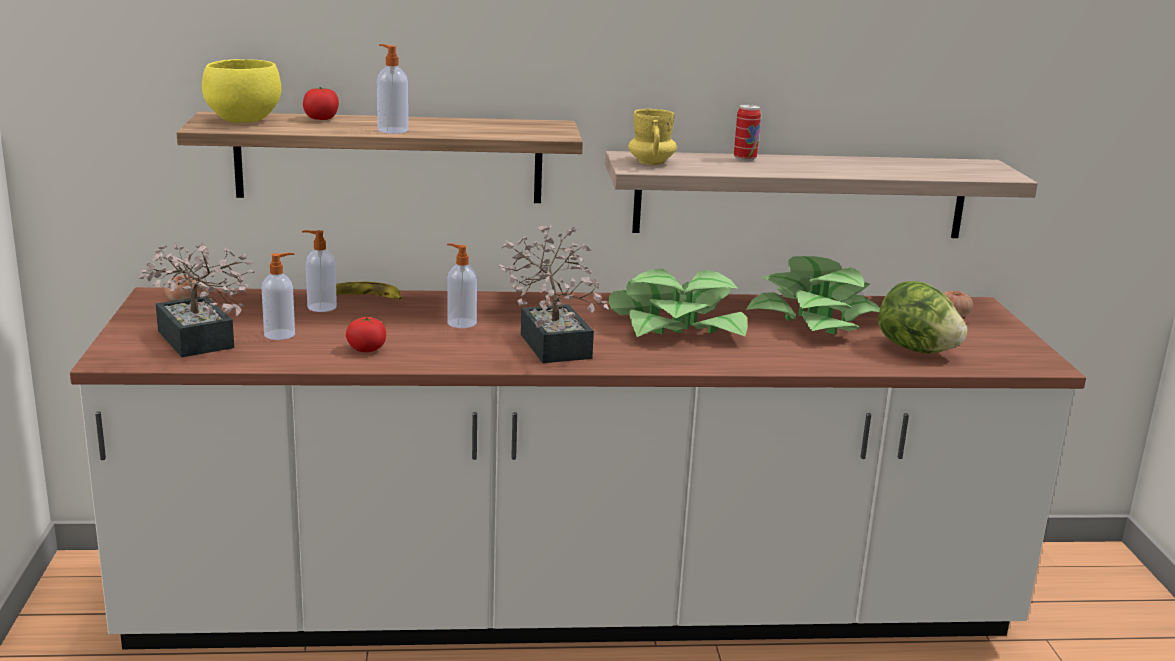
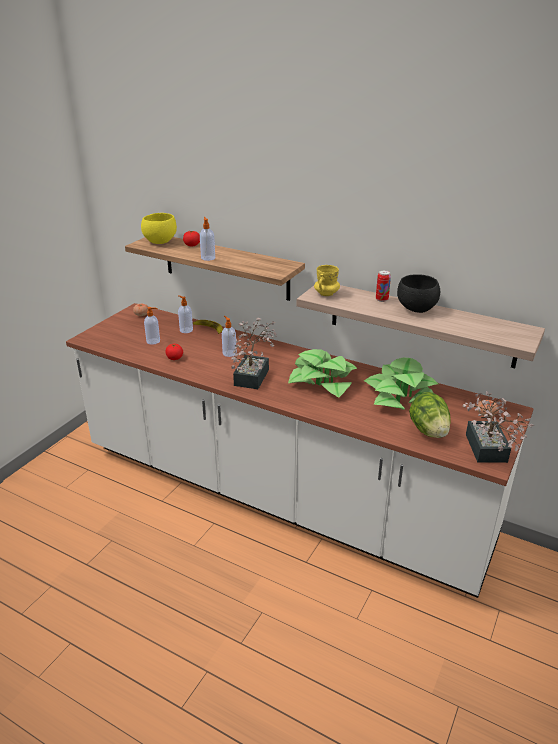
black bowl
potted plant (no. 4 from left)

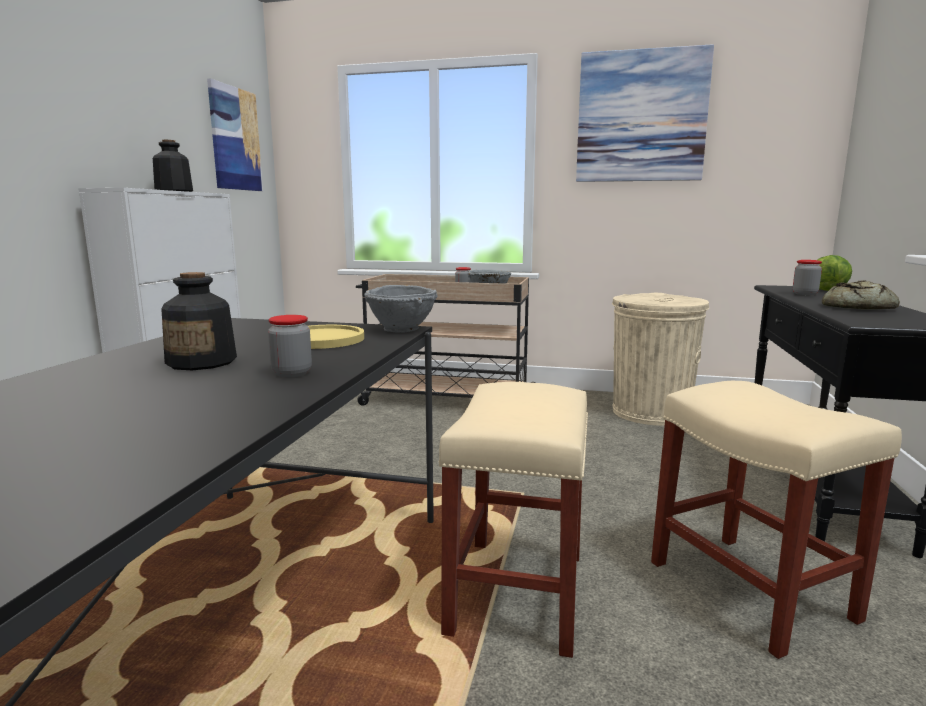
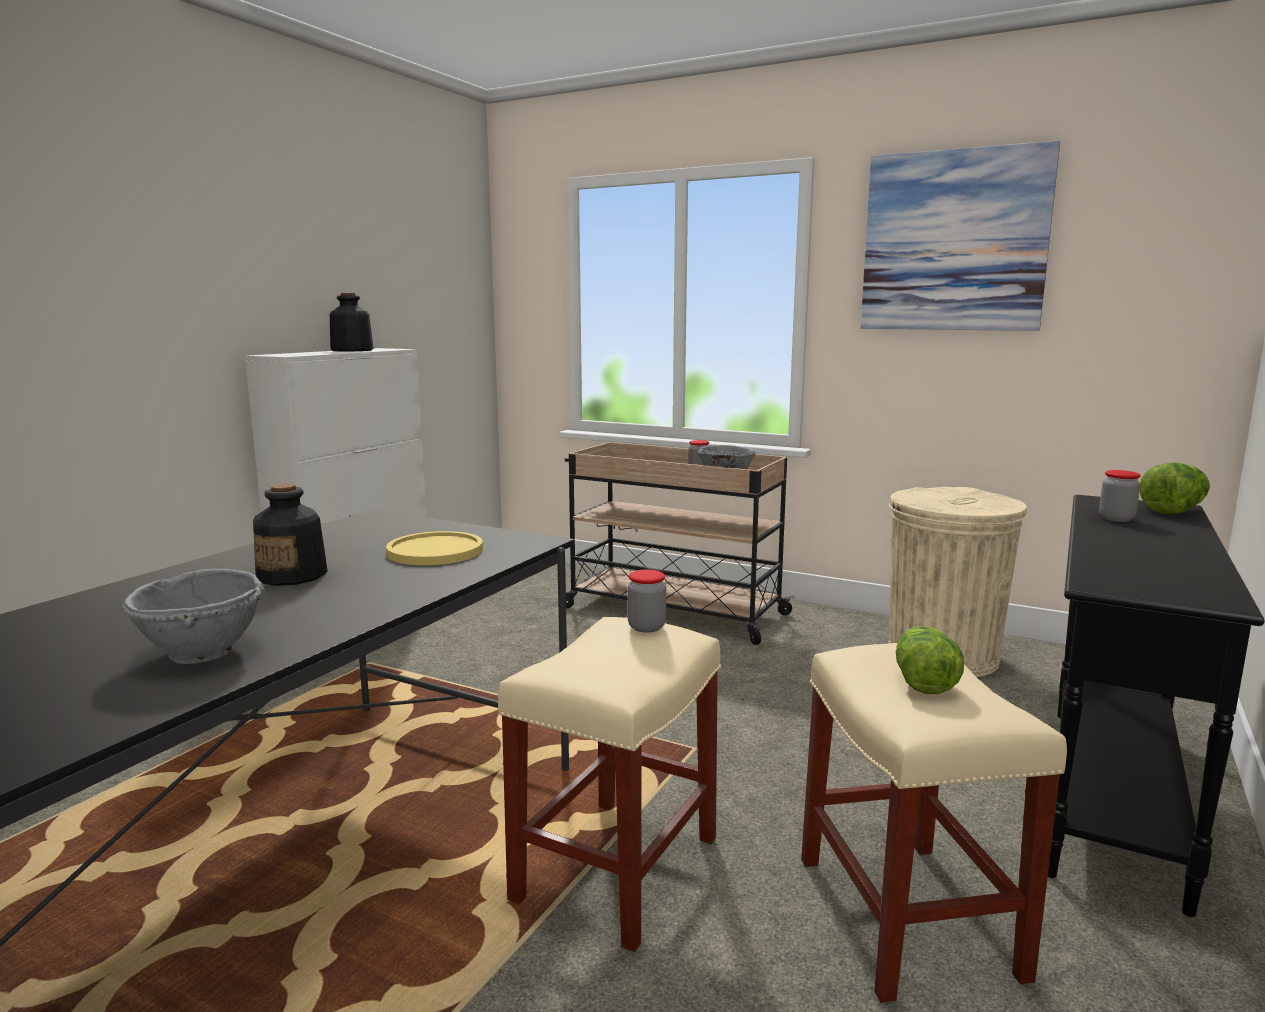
grey bowl (no. 1 from left)
jar (no. 1 from left)
lettuce (no. 1 from left)
picture (no. 1 from left in the first image)
bread

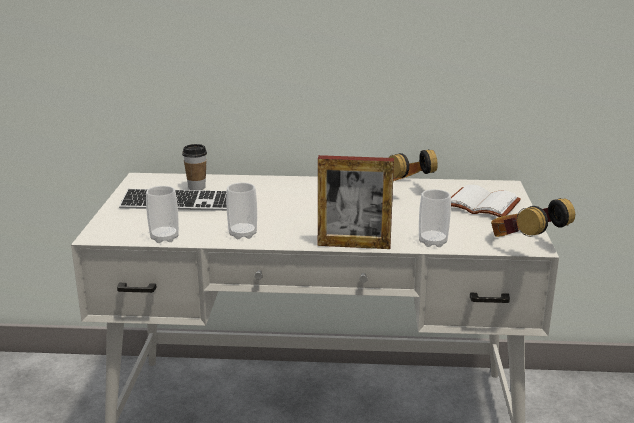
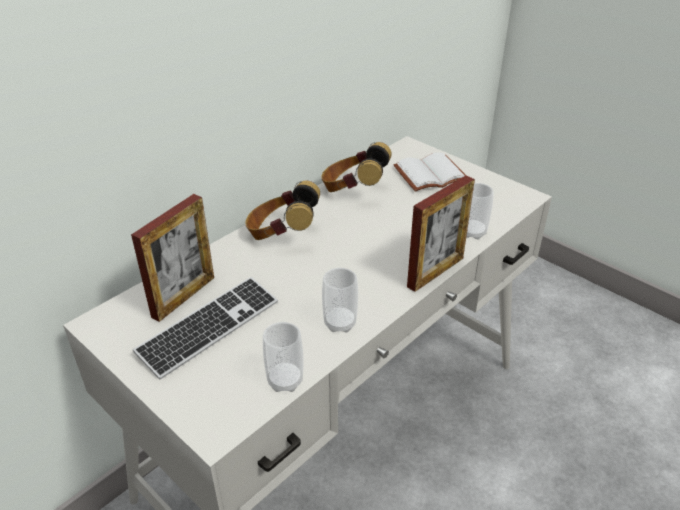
picture frame (no. 1 from left)
headphones (no. 1 from left)

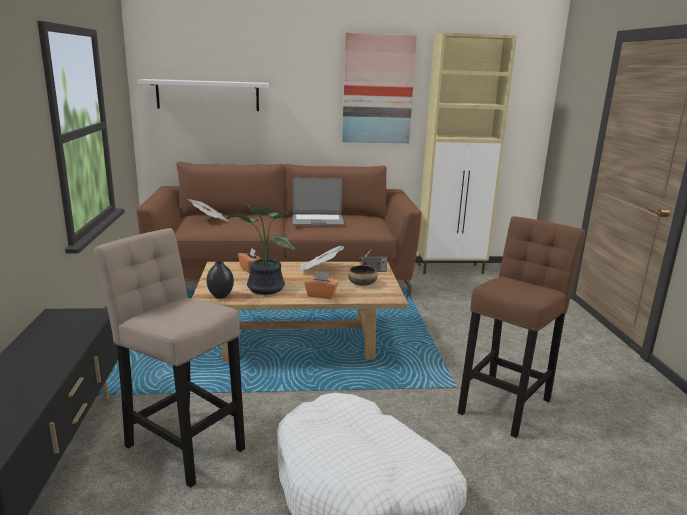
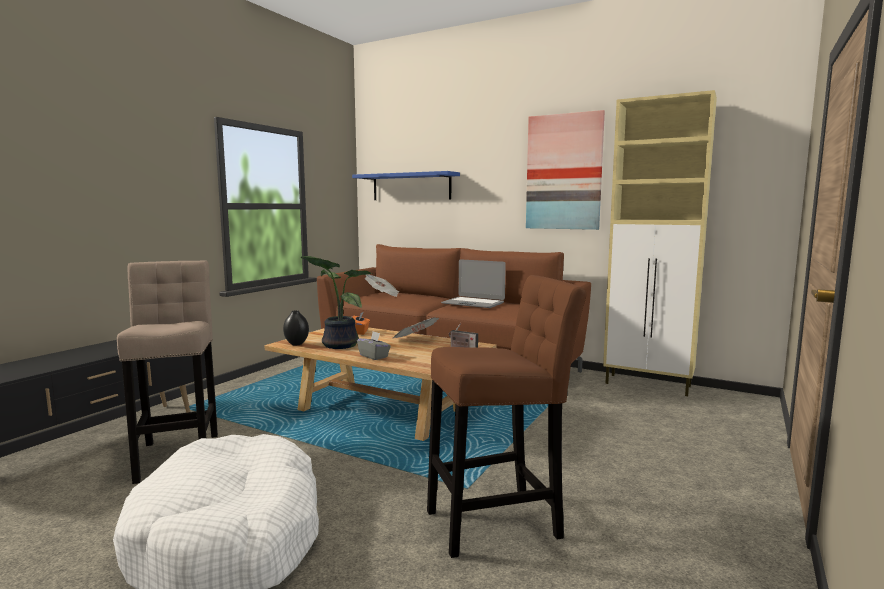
blue shelf
grey tissue box
bowl

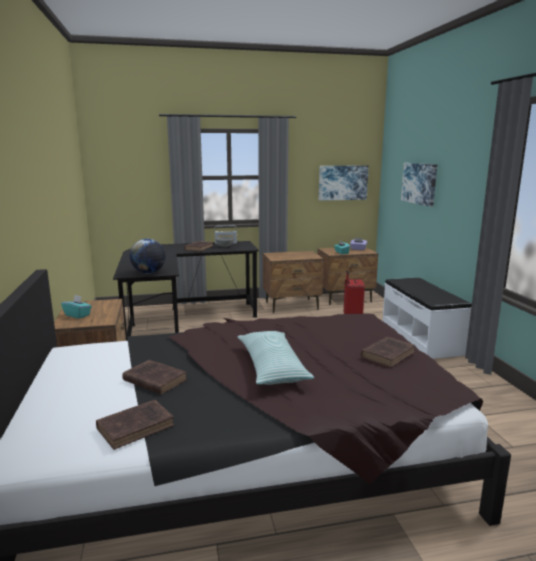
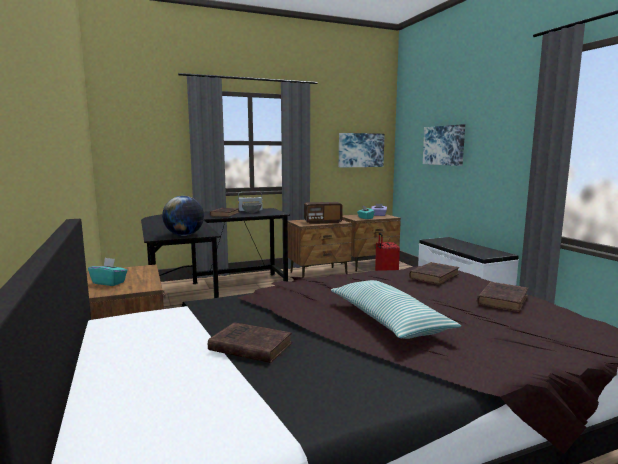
radio (no. 2 from left)
brown book (no. 3 from left)

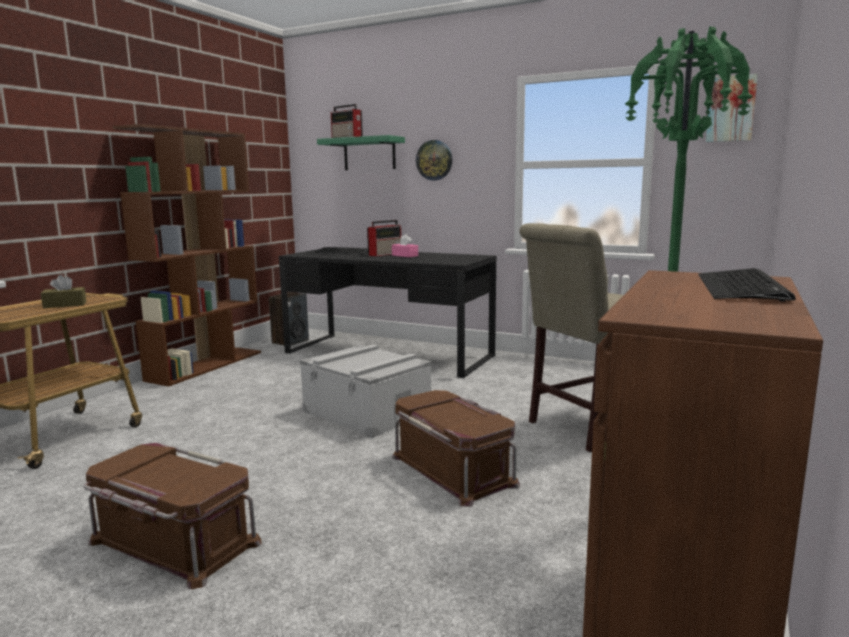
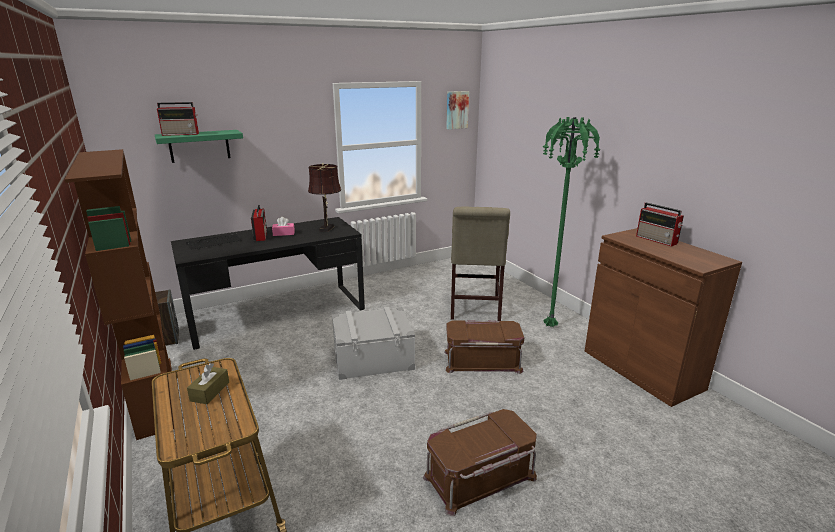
brown table lamp
radio (no. 3 from left)
wall clock

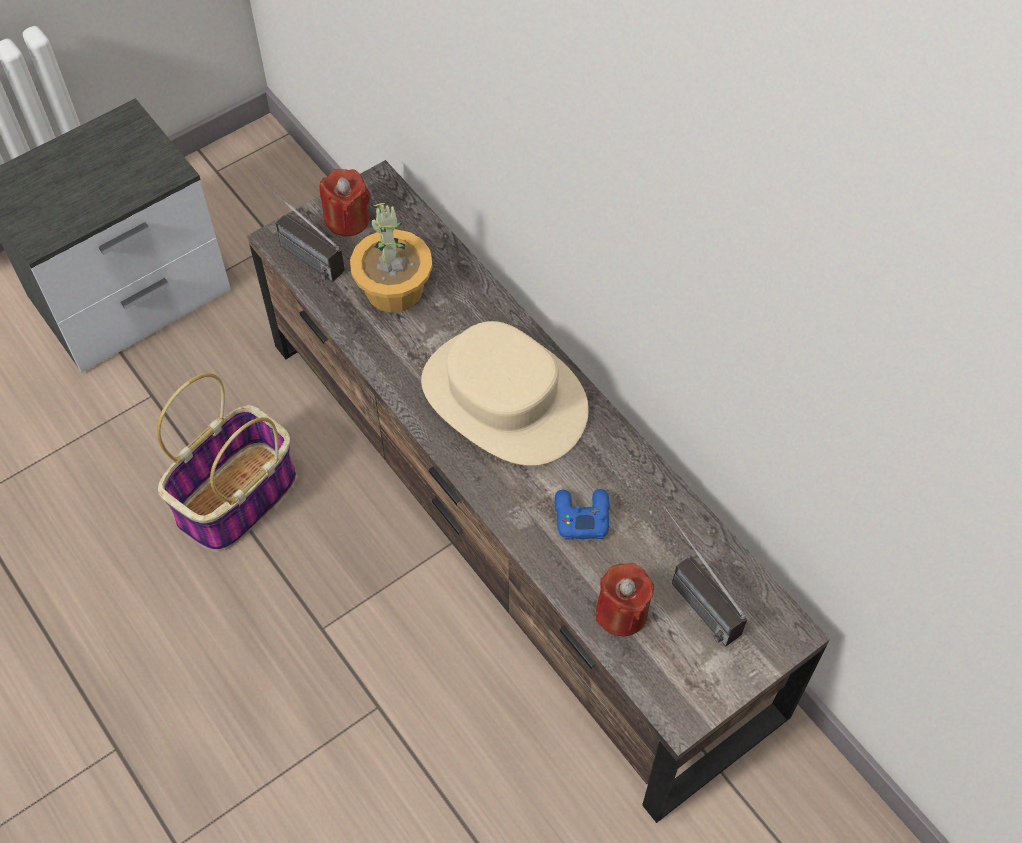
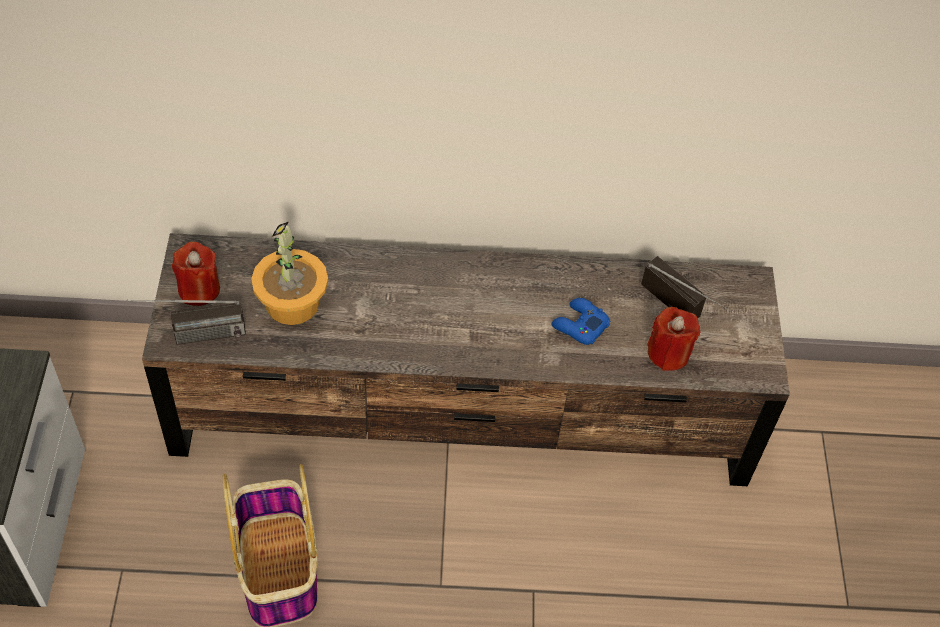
radio (no. 2 from left)
beige hat

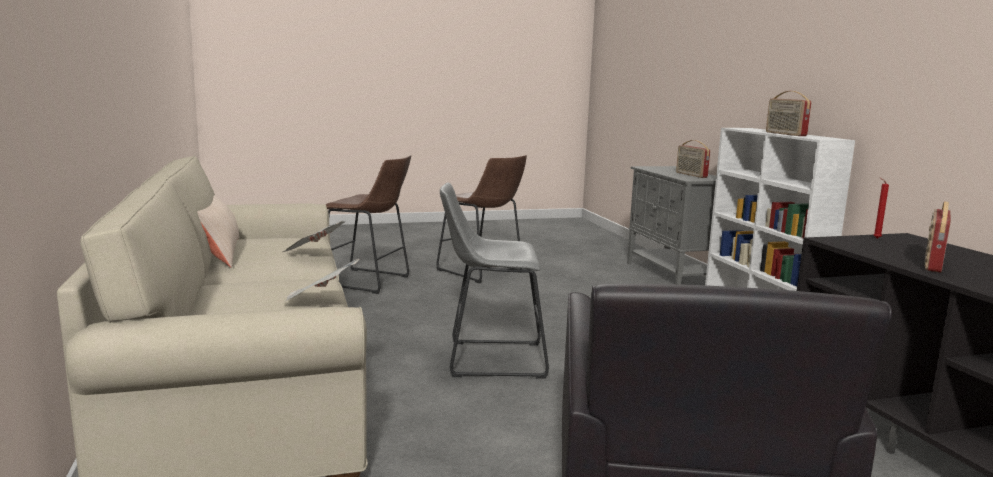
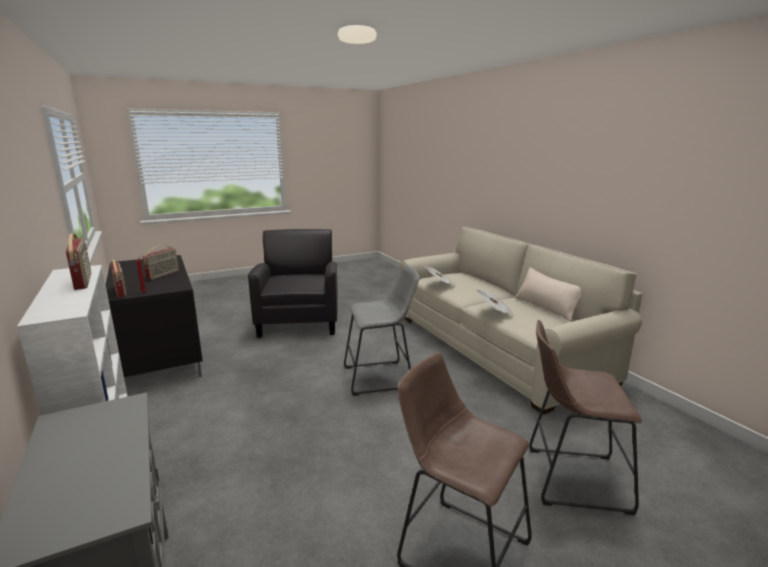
radio (no. 2 from left)

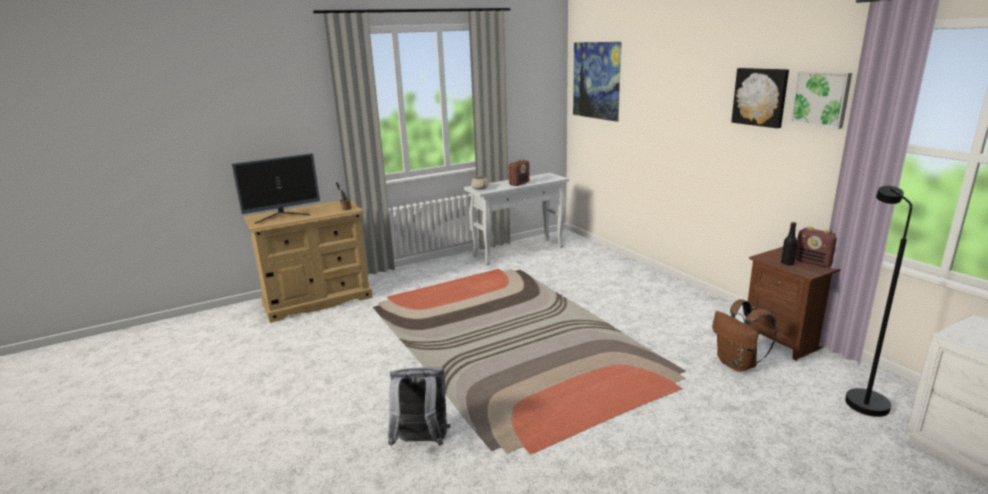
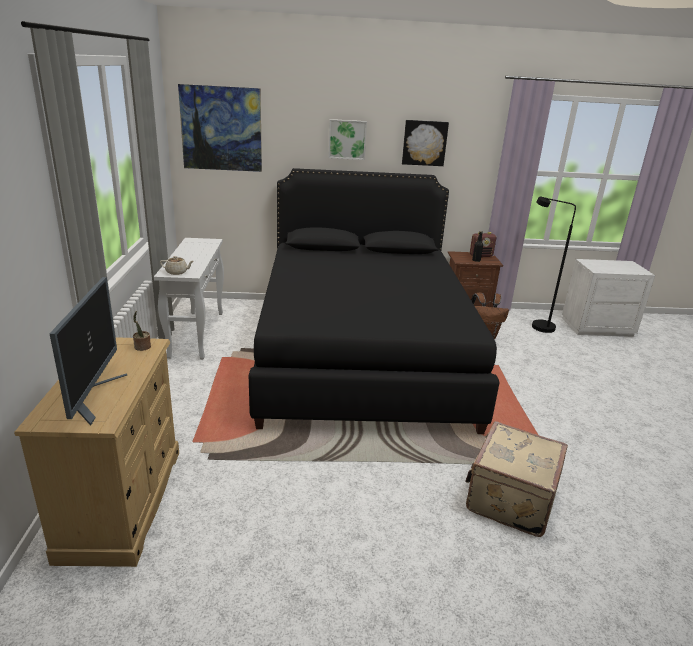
black bed
picture (no. 2 from left)
beige suitcase
radio (no. 1 from left in the first image)

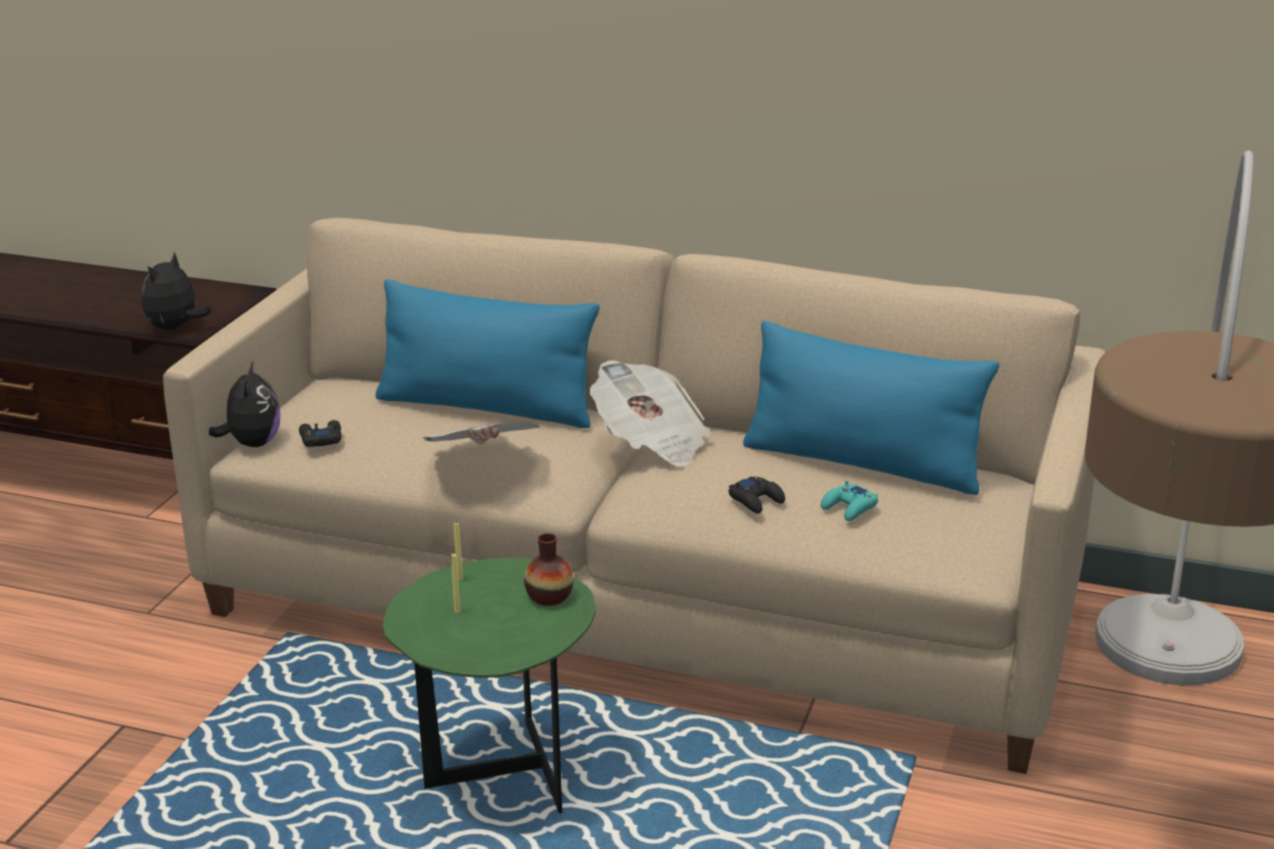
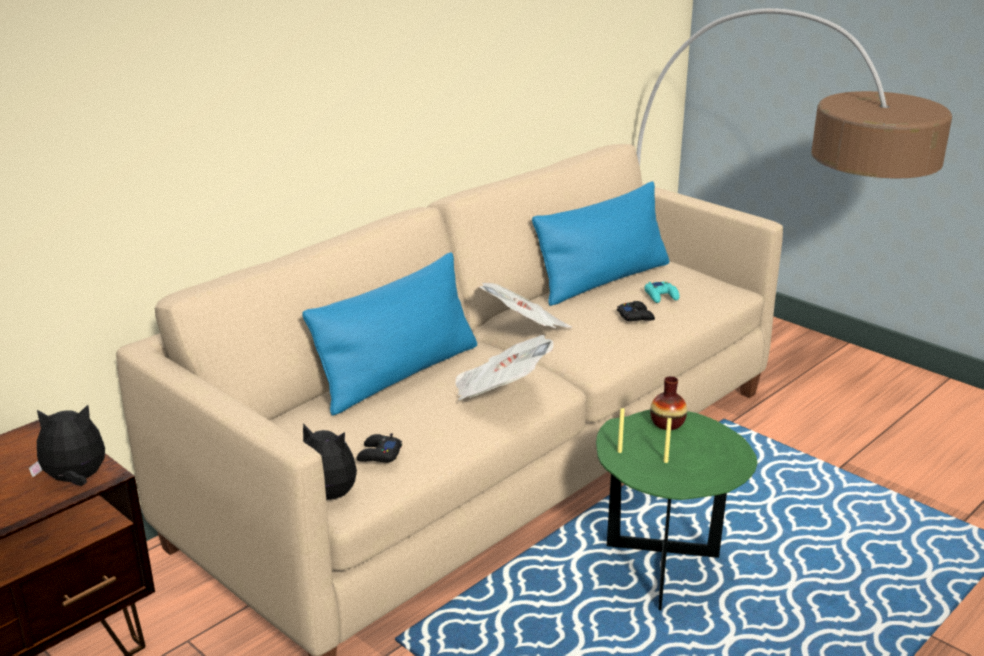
plush toy (no. 1 from left)

